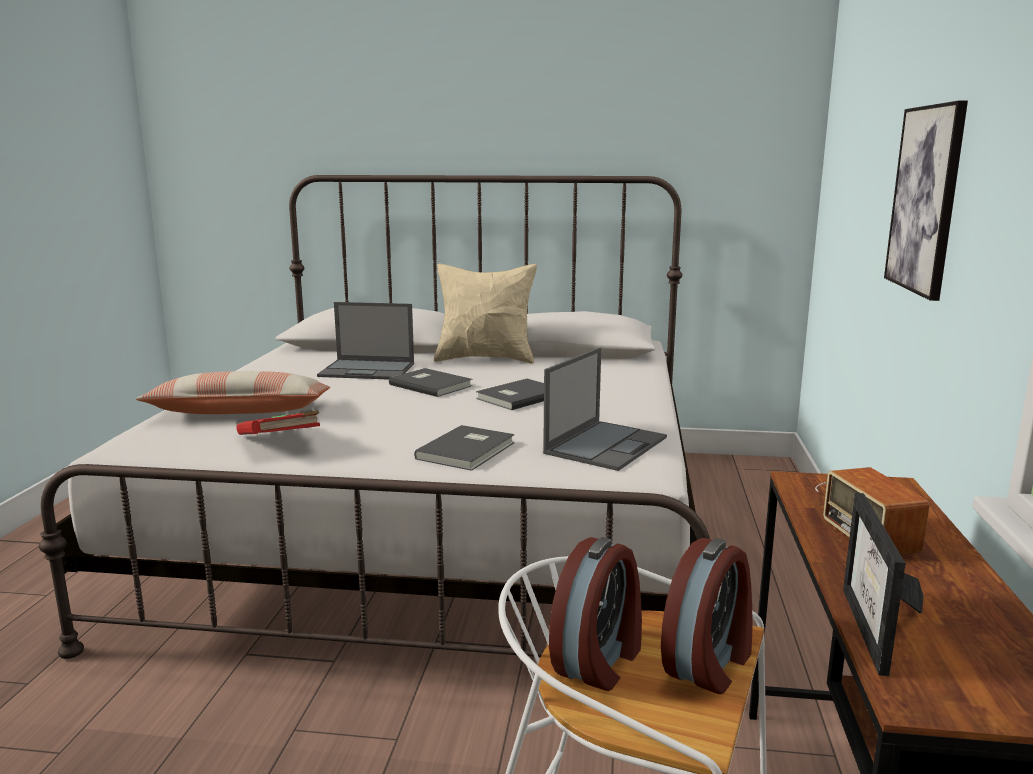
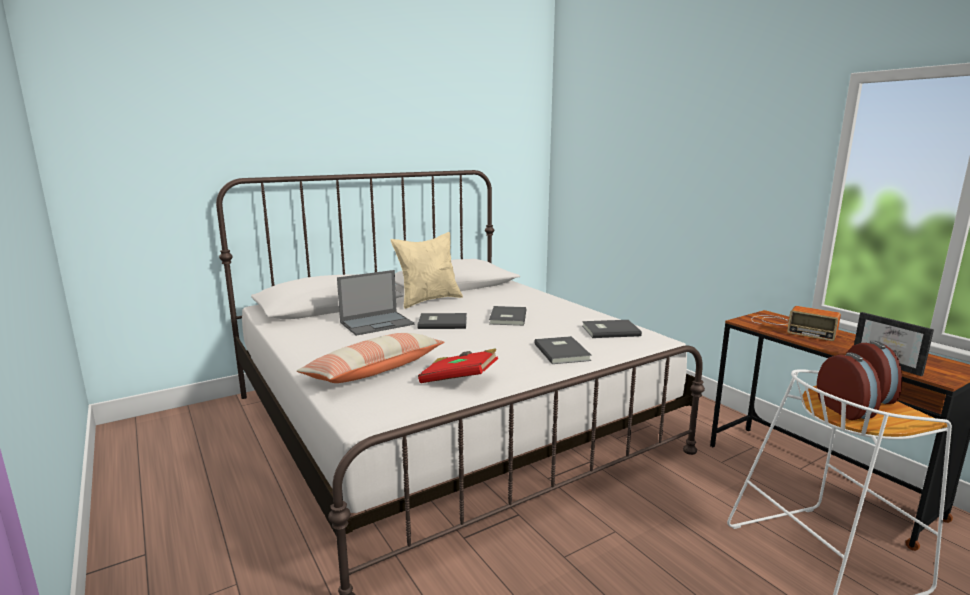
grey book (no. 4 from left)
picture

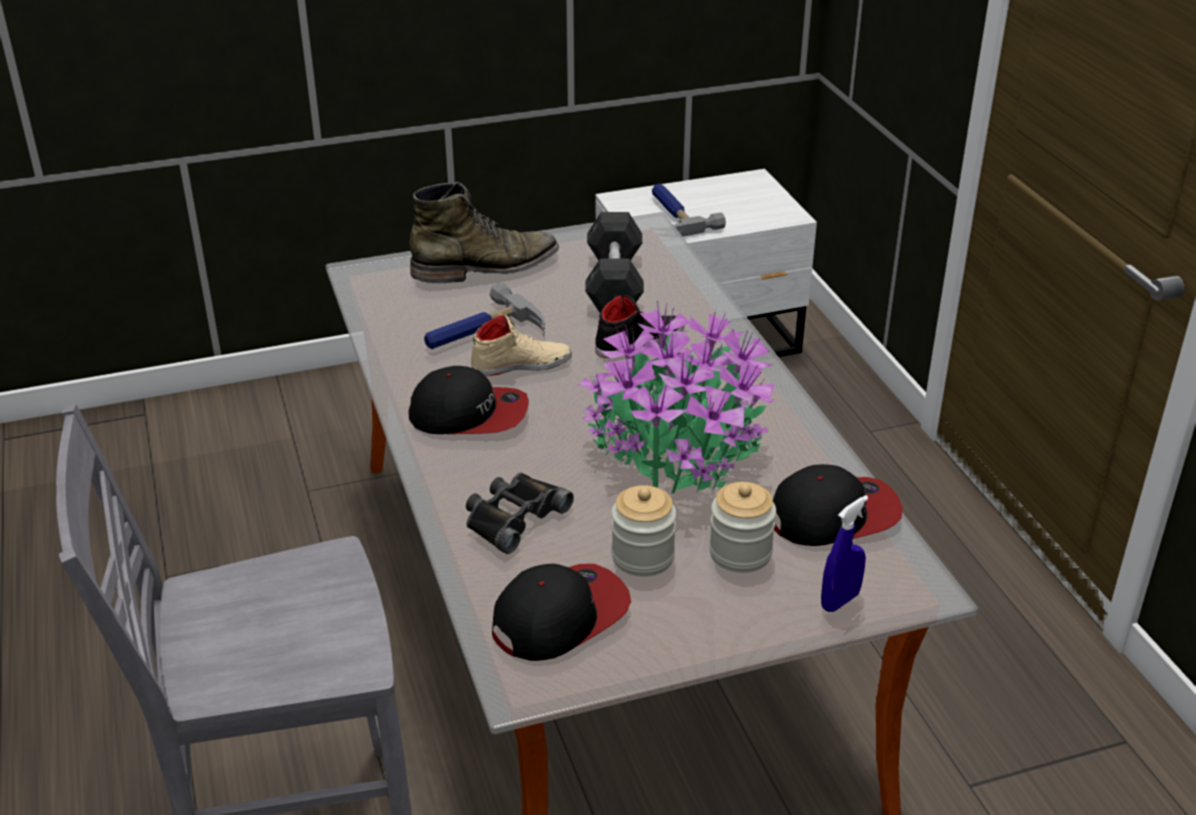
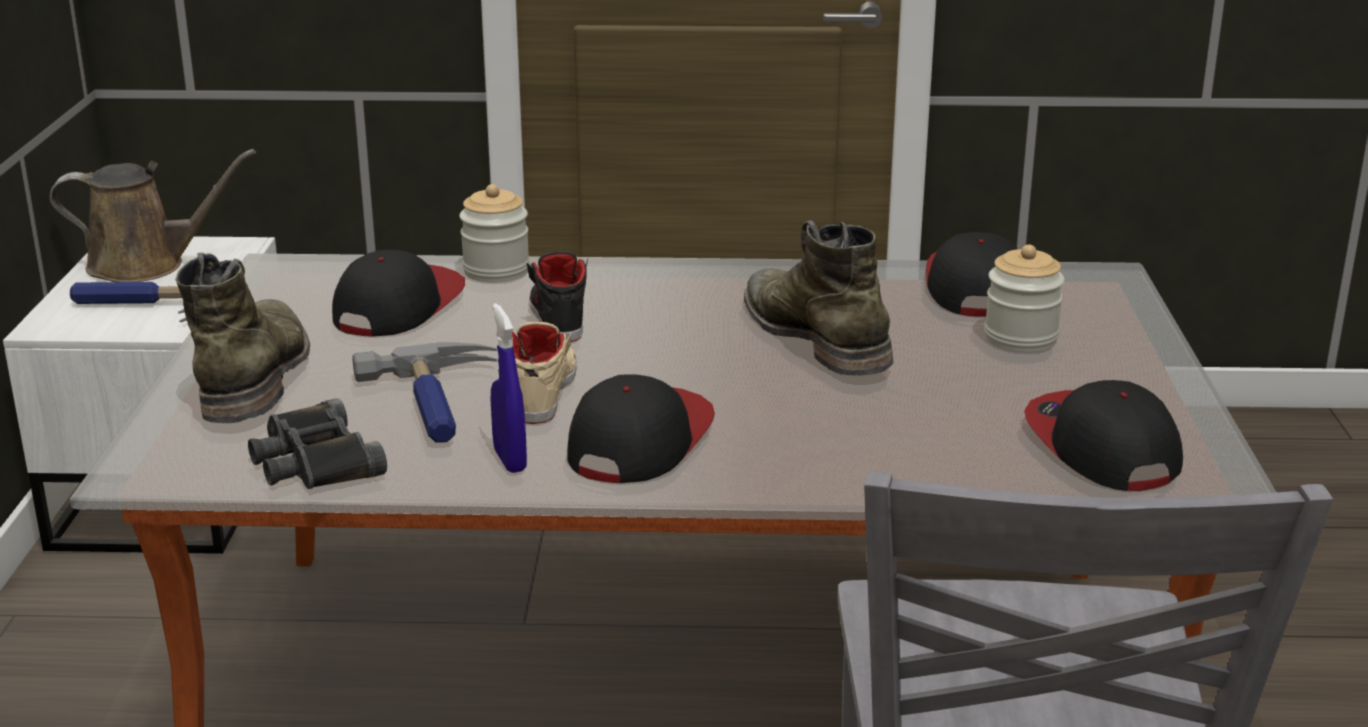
brown watering can
black binoculars
cap (no. 1 from left)
jar (no. 1 from left)
blue spray bottle
green boot (no. 2 from left)

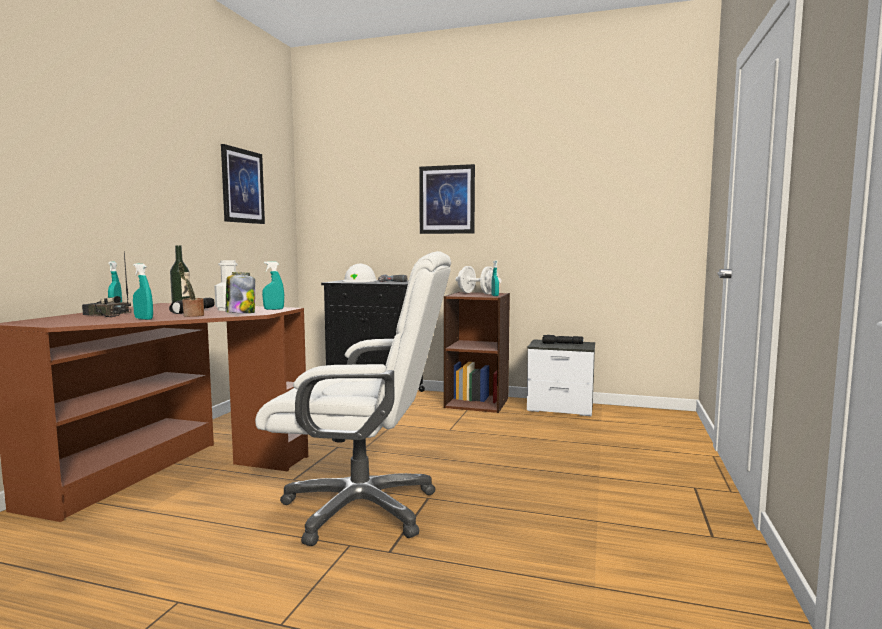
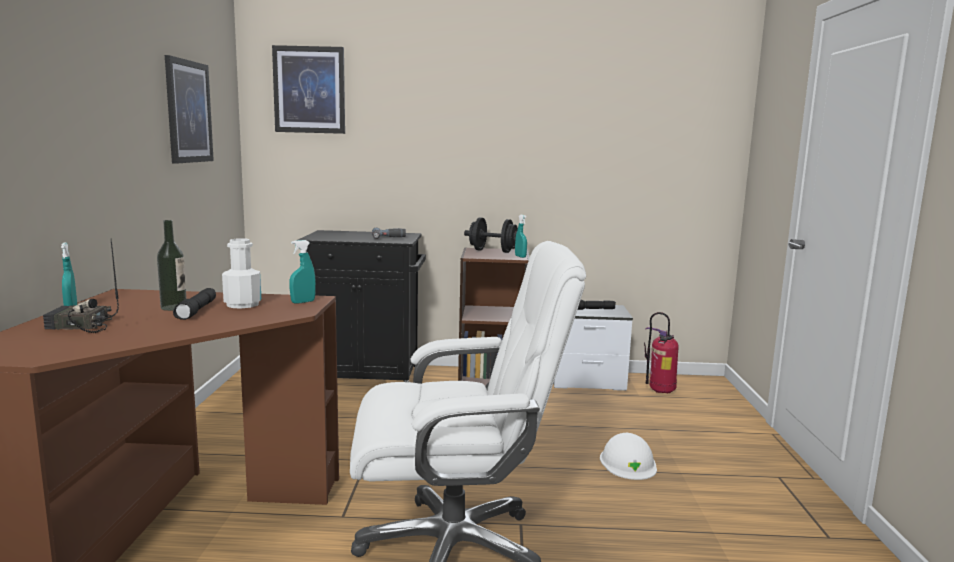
picture (no. 2 from left)
black dumbbell
white hard hat
fire extinguisher
turquoise spray bottle (no. 2 from left in the first image)
potted plant
jar

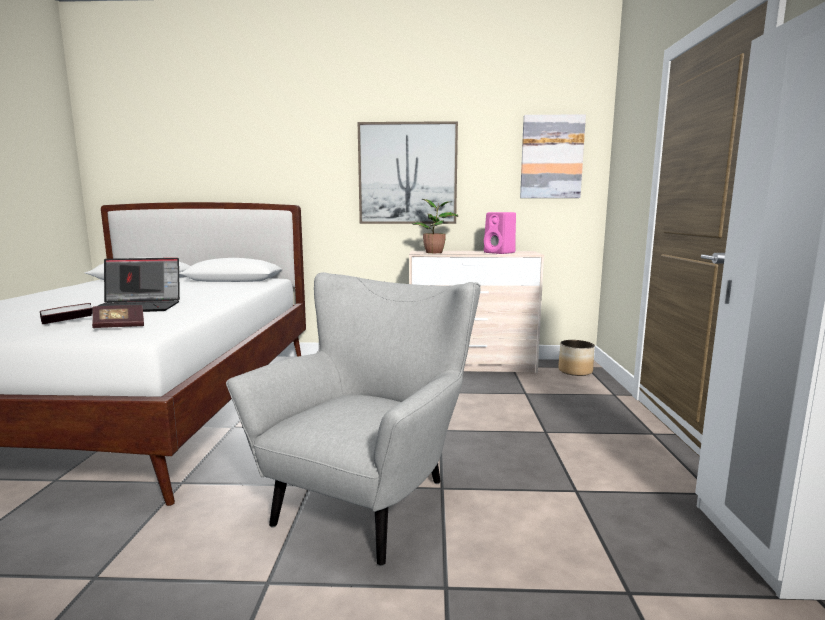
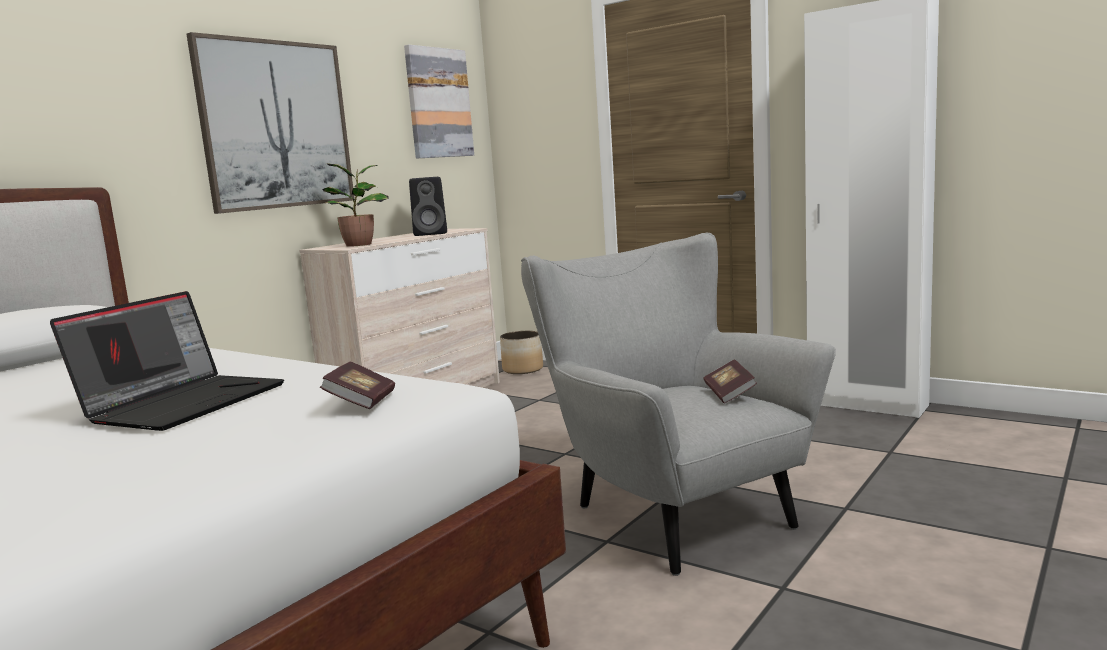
black speaker
book (no. 2 from left)

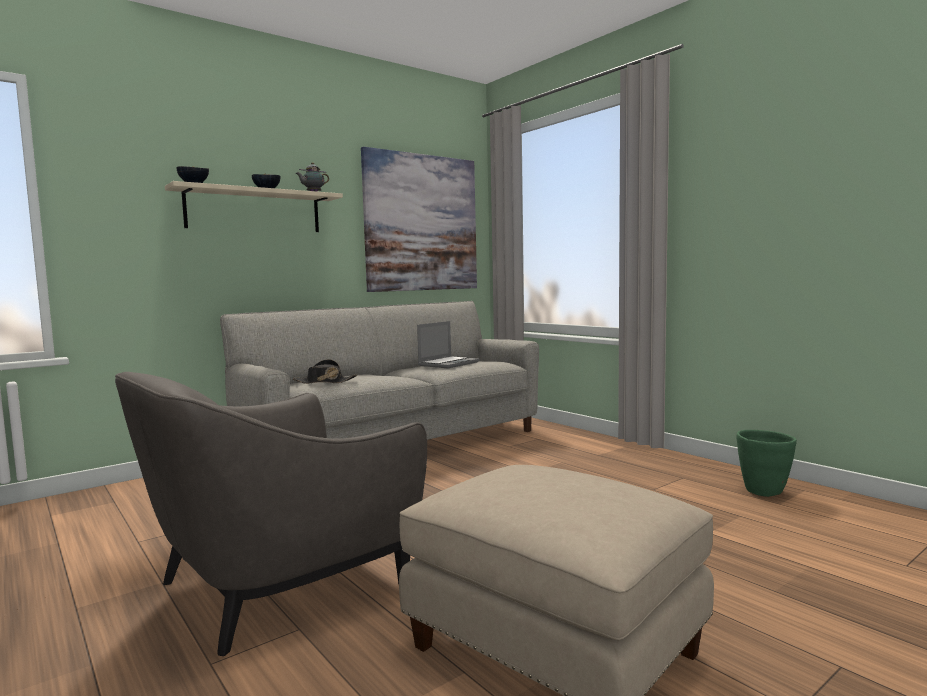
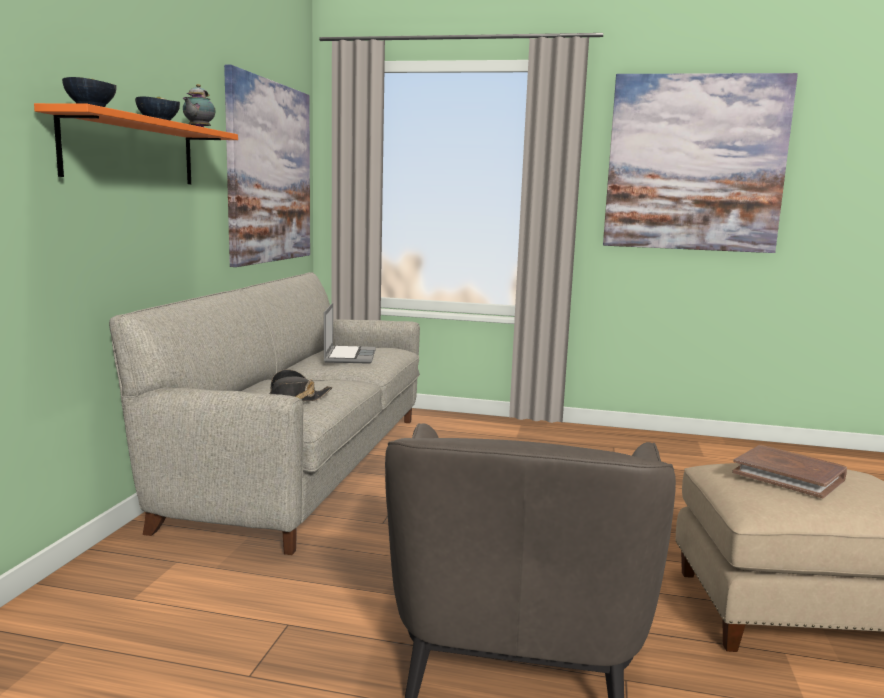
orange shelf
picture (no. 2 from left)
brown book
green planter

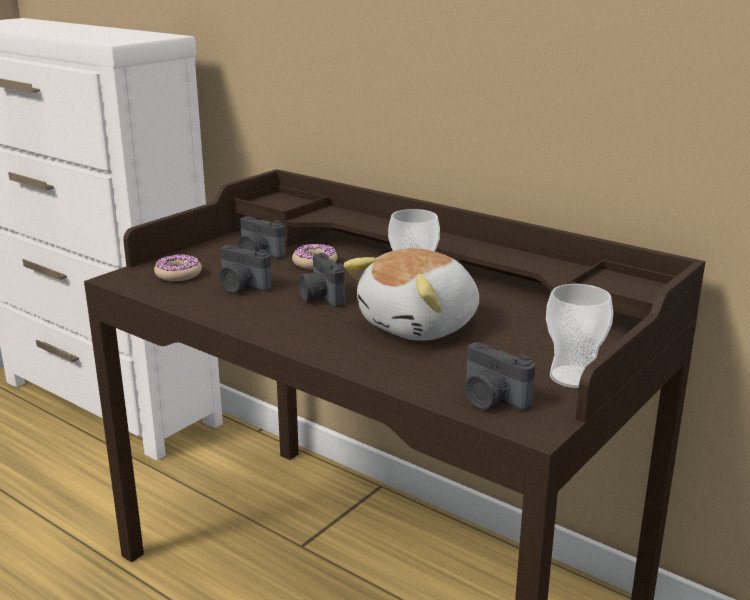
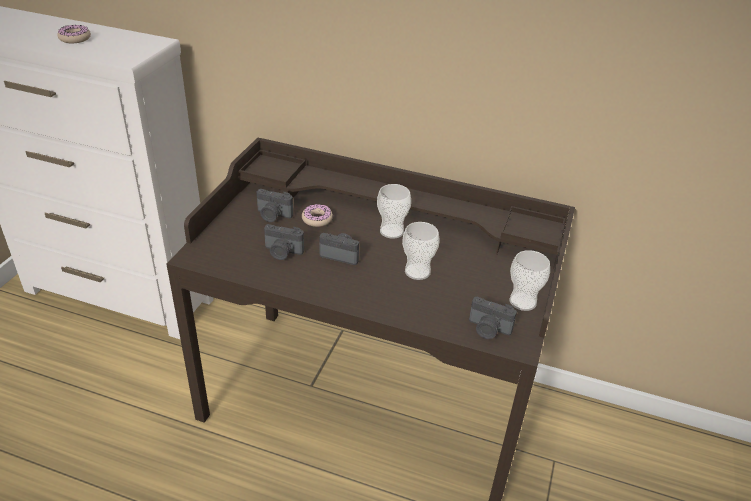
donut (no. 1 from left)
photo camera (no. 3 from left)
cup (no. 2 from left)

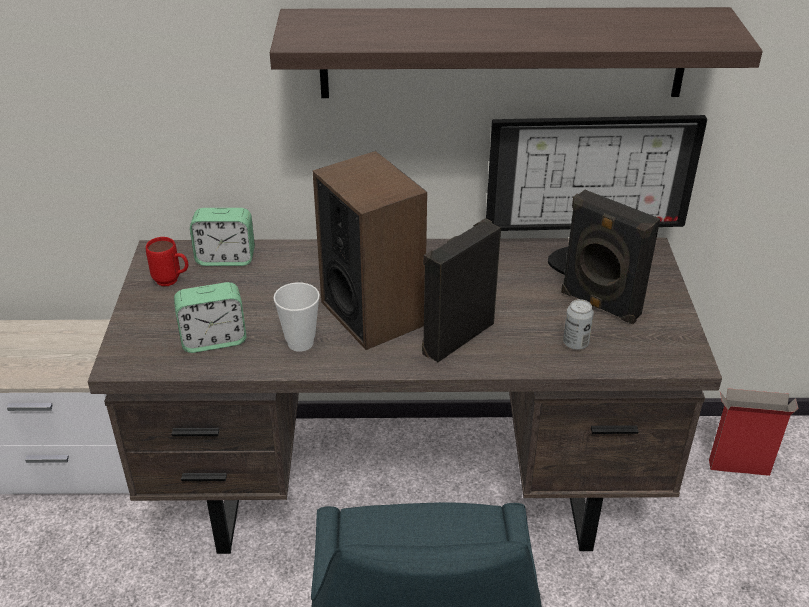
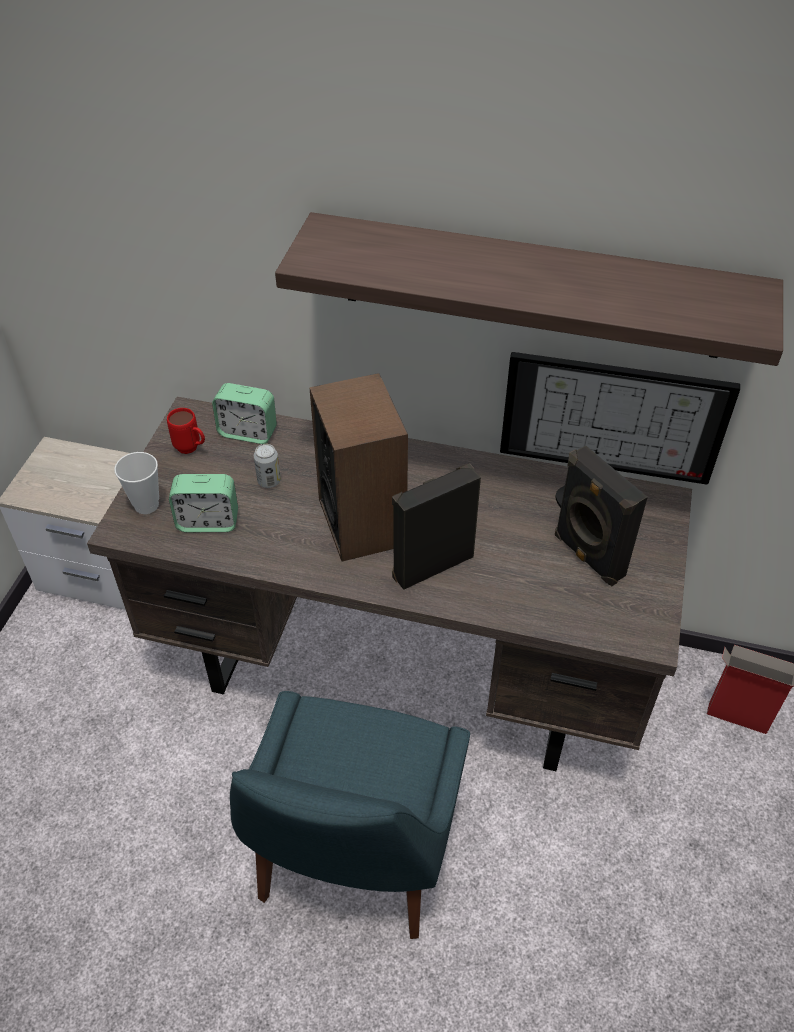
cup
can

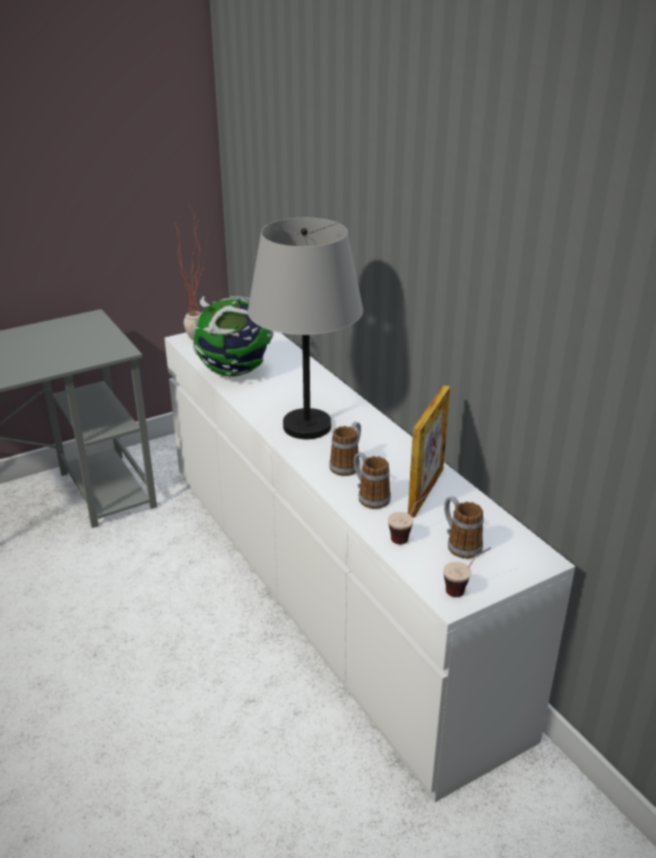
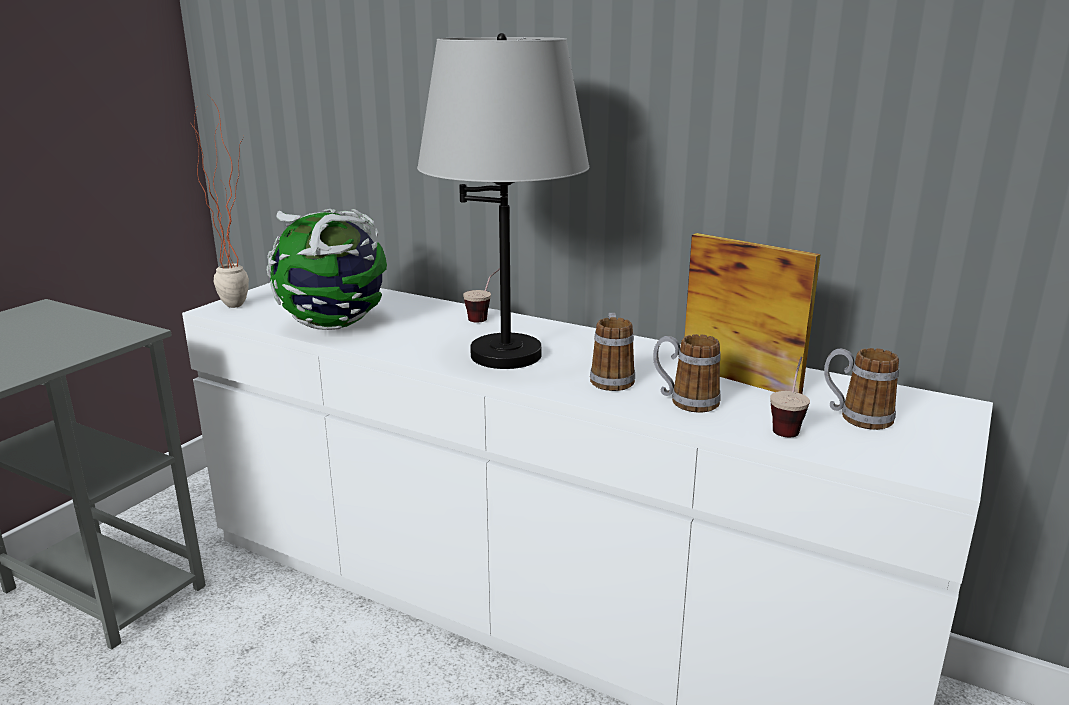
cup (no. 1 from left)
picture frame

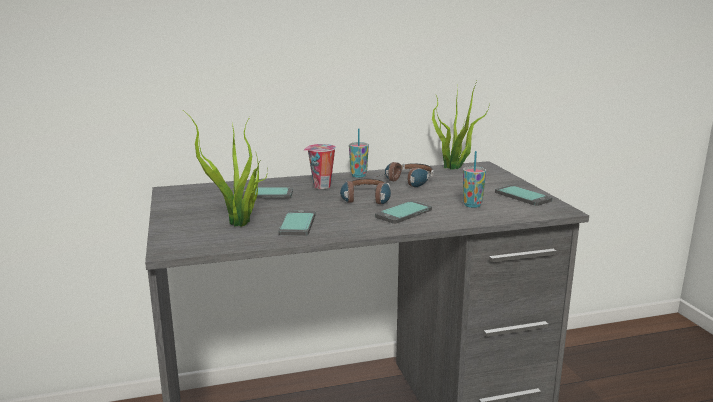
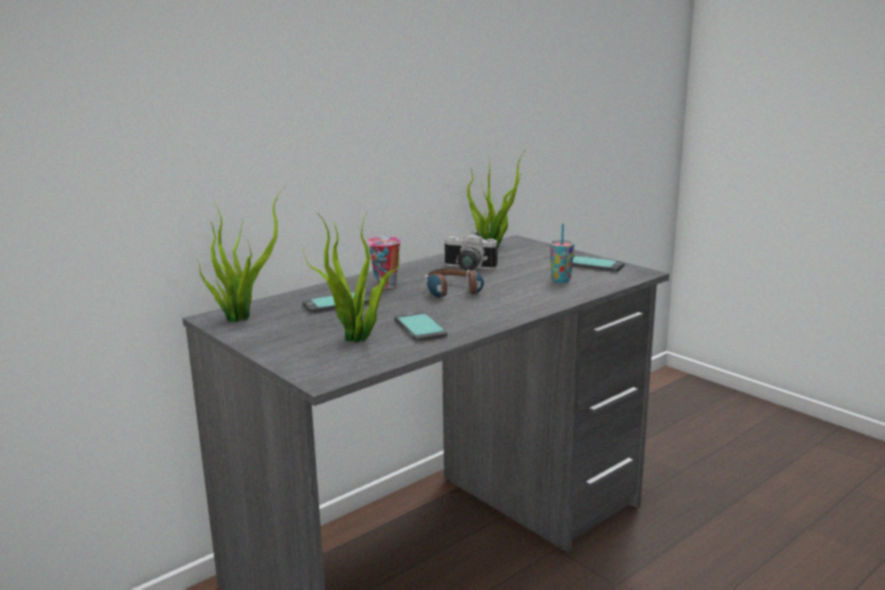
potted plant (no. 1 from left)
photo camera
cup (no. 2 from left in the first image)
phone (no. 3 from left in the first image)

